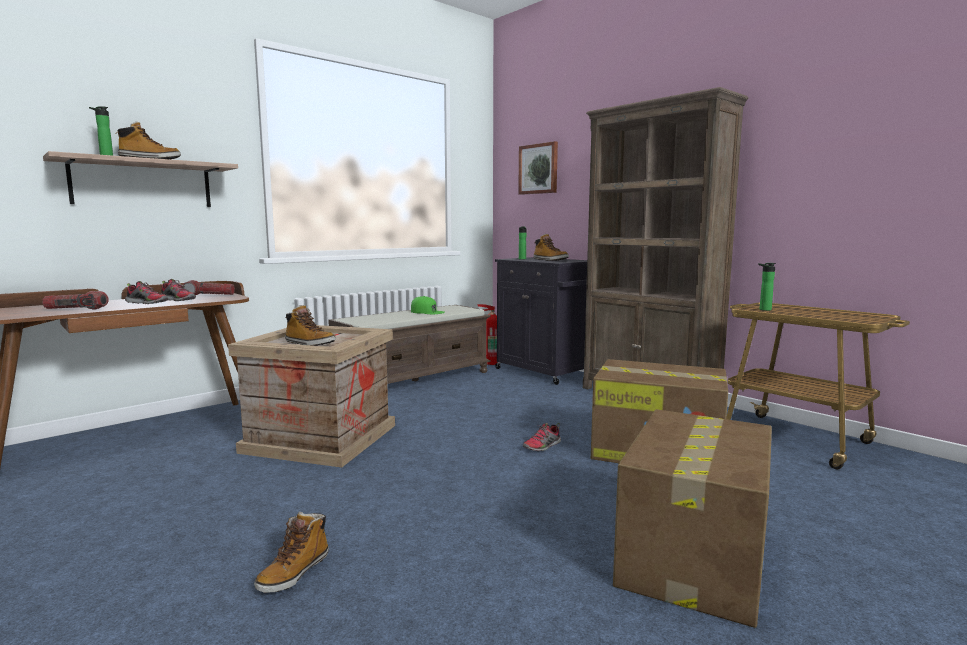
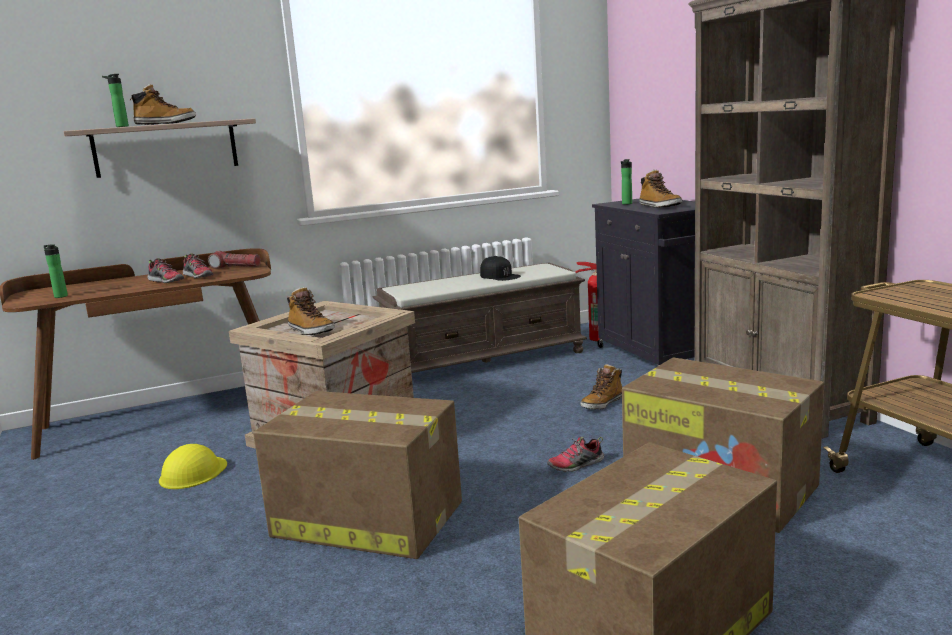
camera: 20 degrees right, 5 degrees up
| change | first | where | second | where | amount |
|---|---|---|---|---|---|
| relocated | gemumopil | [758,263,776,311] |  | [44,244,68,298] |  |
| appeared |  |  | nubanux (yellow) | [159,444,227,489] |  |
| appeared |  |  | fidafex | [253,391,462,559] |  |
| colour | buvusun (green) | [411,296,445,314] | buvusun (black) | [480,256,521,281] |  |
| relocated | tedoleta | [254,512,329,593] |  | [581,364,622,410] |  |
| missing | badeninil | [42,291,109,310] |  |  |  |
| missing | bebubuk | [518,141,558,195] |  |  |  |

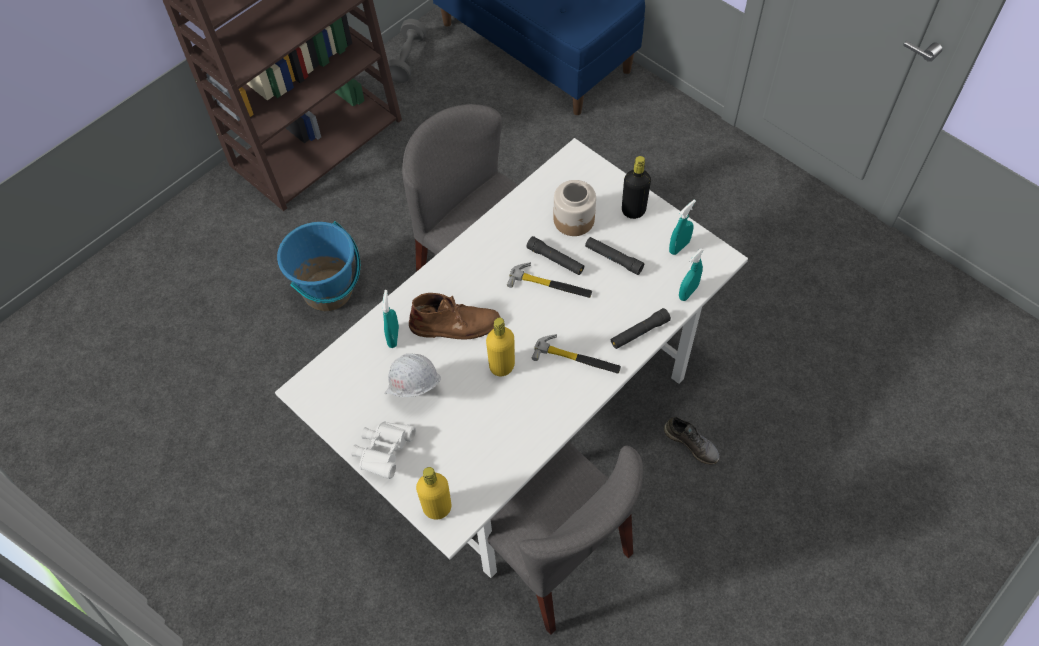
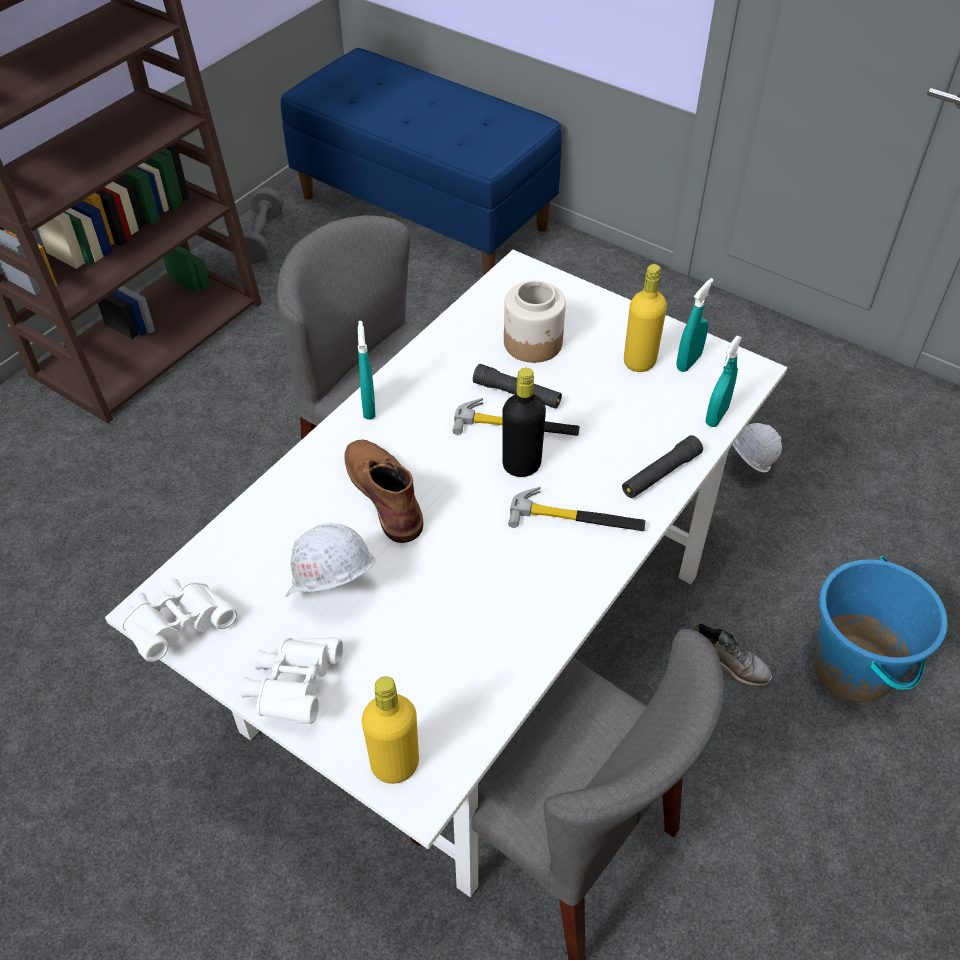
camera: 10 degrees left, 10 degrees down
| change | first | where | second | where | amount |
|---|---|---|---|---|---|
| appeared |  |  | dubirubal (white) | [122,579,237,662] |  |
| spun | tedoleta (brown) | [409,293,500,339] |  | [345,440,423,543] | 105 degrees counterclockwise |
| relocated | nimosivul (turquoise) | [382,290,399,348] |  | [358,321,376,420] |  |
| relocated | gemumopil (black) | [622,156,651,219] |  | [502,368,546,477] |  |
| relocated | gemumopil (yellow) | [486,318,515,376] |  | [624,264,667,372] |  |
| appeared |  |  | nubanux (white) | [732,423,782,473] |  |
| relocated | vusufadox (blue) | [277,221,360,311] |  | [814,556,948,703] |  |
| missing | badeninil (black) | [585,237,644,275] |  |  |  |

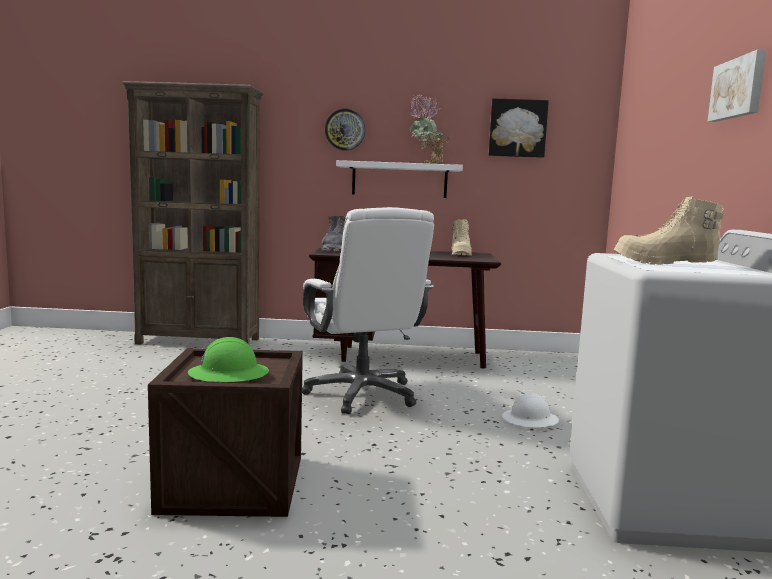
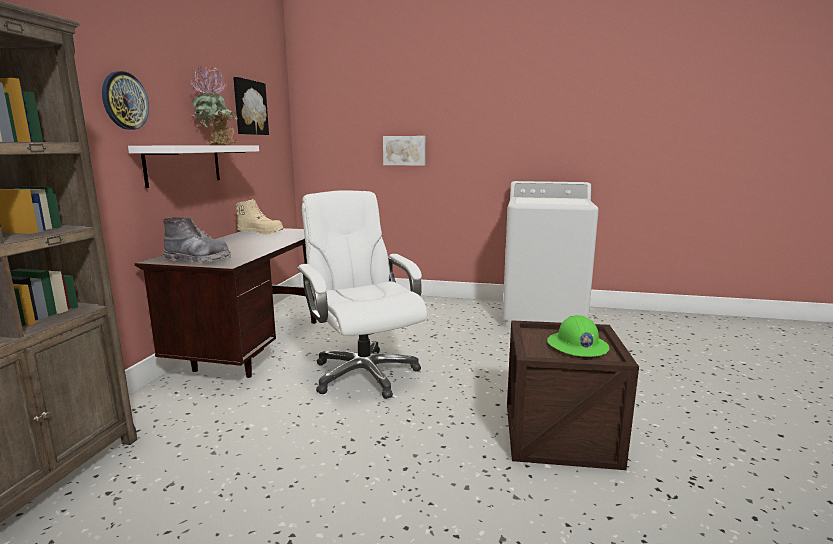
camera: 80 degrees left, 5 degrees up
| change | first | where | second | where | amount |
|---|---|---|---|---|---|
| spun | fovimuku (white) | [302,207,434,414] |  | [297,190,427,399] | 105 degrees counterclockwise |
| relocated | bebubuk | [708,50,766,122] |  | [383,136,426,166] |  |
| missing | nubanux (white) | [502,393,559,428] |  |  |  |
| missing | tedoleta (beige) | [613,196,724,265] |  |  |  |

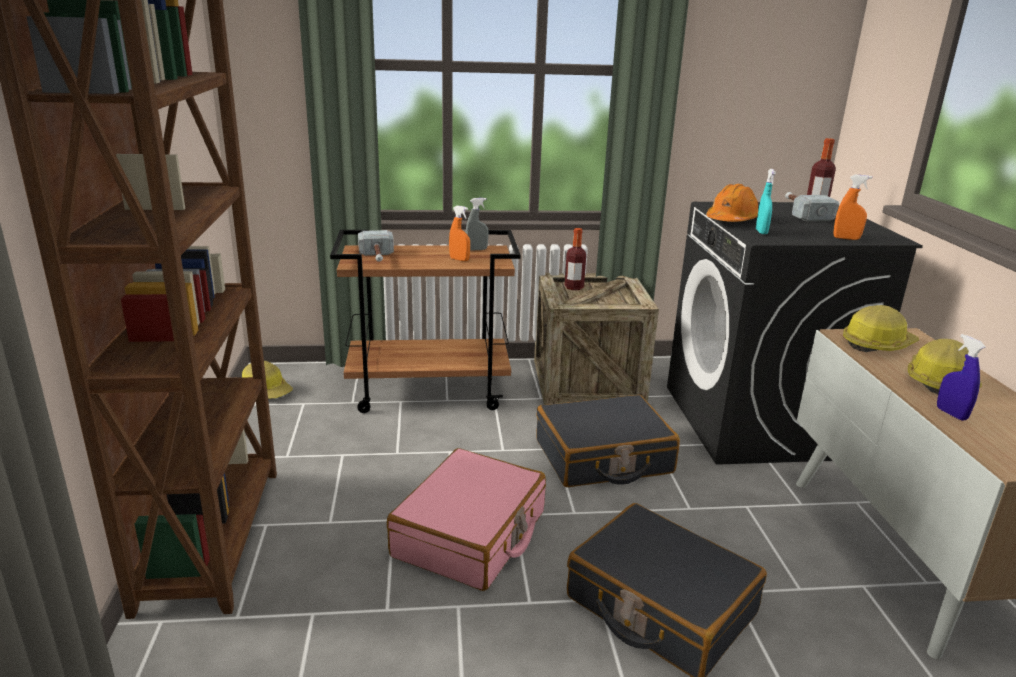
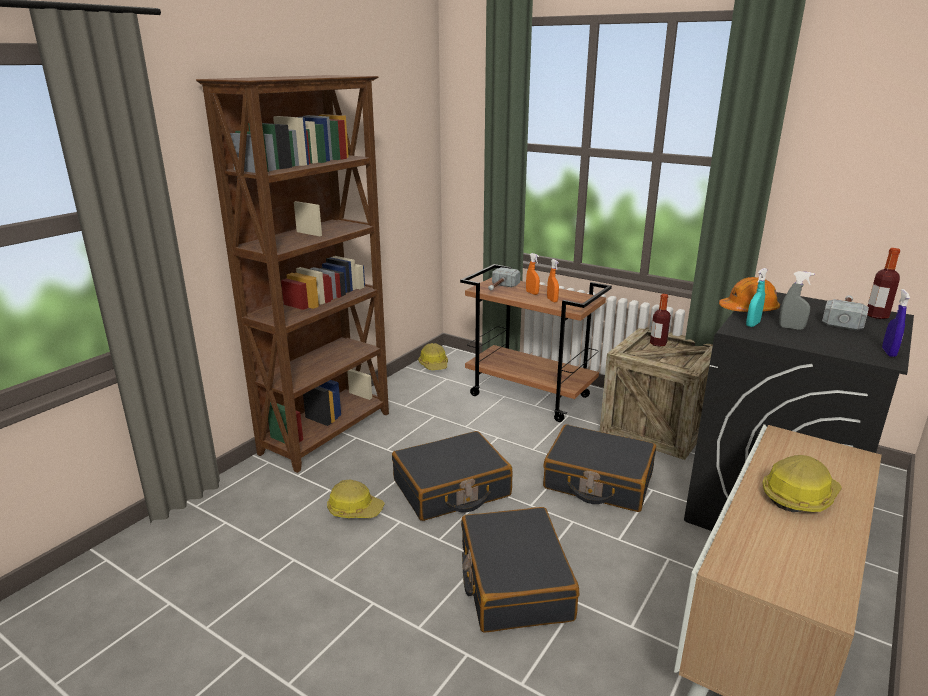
camera: 40 degrees right, 0 degrees up
| change | first | where | second | where | amount |
|---|---|---|---|---|---|
| relocated | nubanux | [843,305,919,352] |  | [327,480,385,518] |  |
| colour | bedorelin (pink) | [387,448,546,591] | bedorelin (black) | [392,431,512,521] |  |
| relocated | nimosivul (orange) | [833,175,872,240] |  | [526,253,540,295] |  |
| relocated | nimosivul (grey) | [466,198,489,251] |  | [779,271,814,330] |  |
| relocated | nimosivul (blue) | [937,334,986,421] |  | [882,289,910,357] |  |

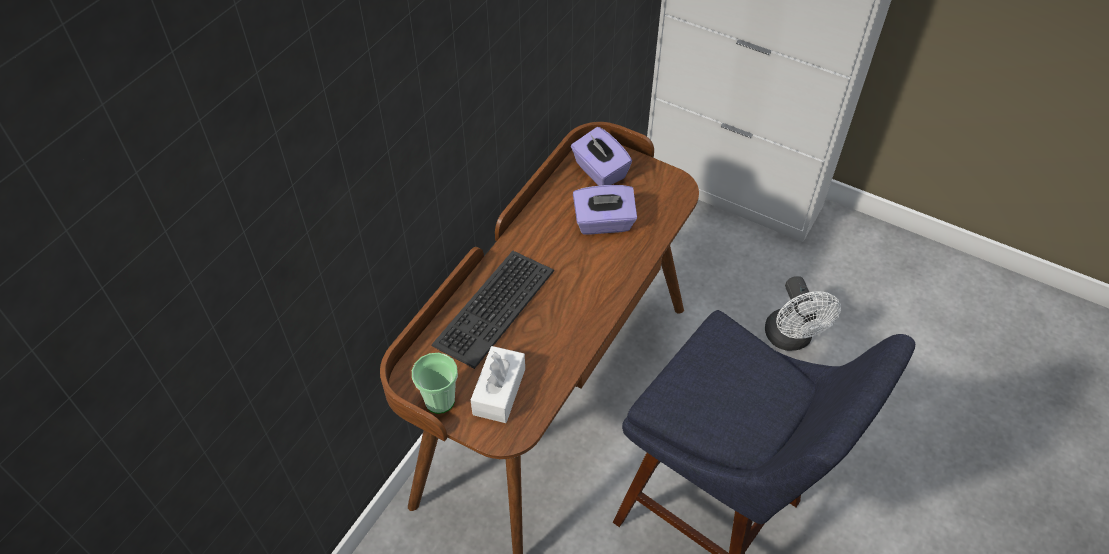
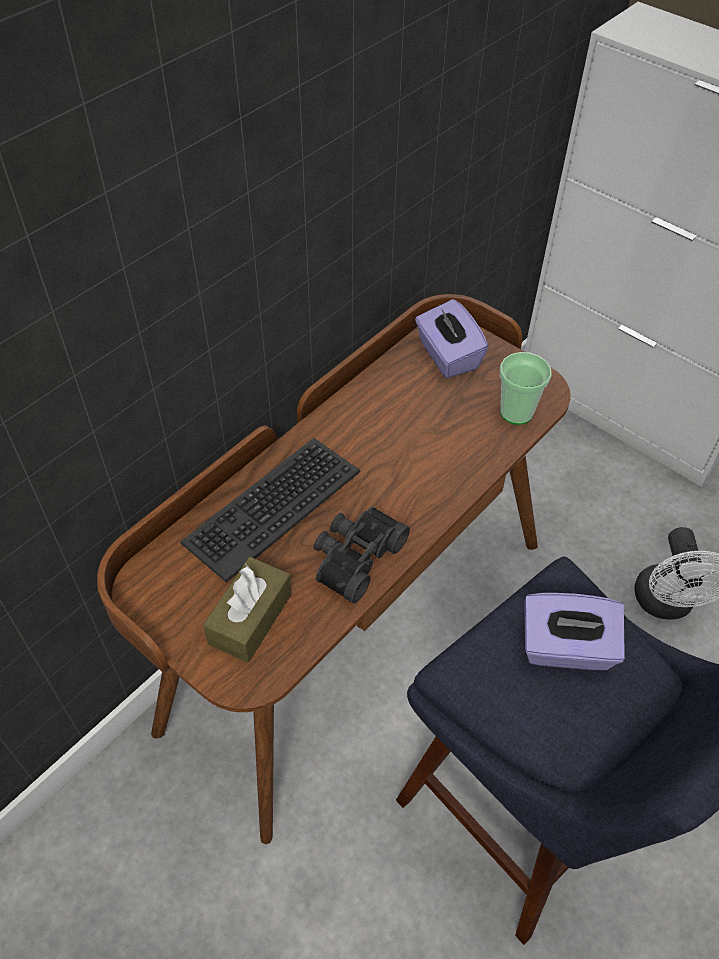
camera: 10 degrees right, 0 degrees up
| change | first | where | second | where | amount |
|---|---|---|---|---|---|
| colour | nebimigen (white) | [471,346,525,423] | nebimigen (brown) | [203,557,292,663] |  |
| appeared |  |  | dubirubal (black) | [314,507,410,604] |  |
| relocated | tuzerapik | [412,353,458,414] |  | [500,352,552,425] |  |
| relocated | nebimigen (purple) | [573,185,637,235] |  | [524,593,625,670] |  |

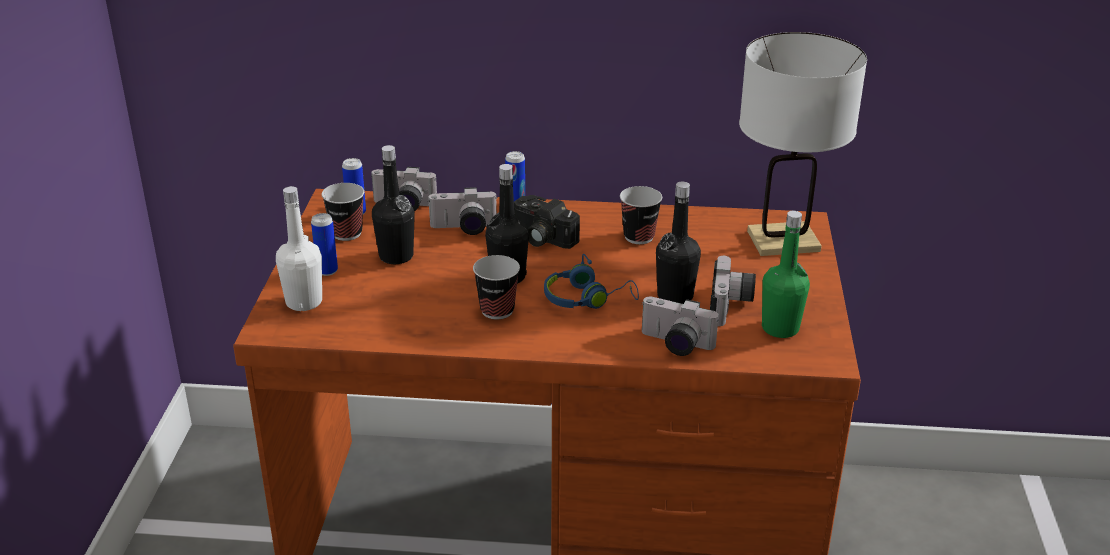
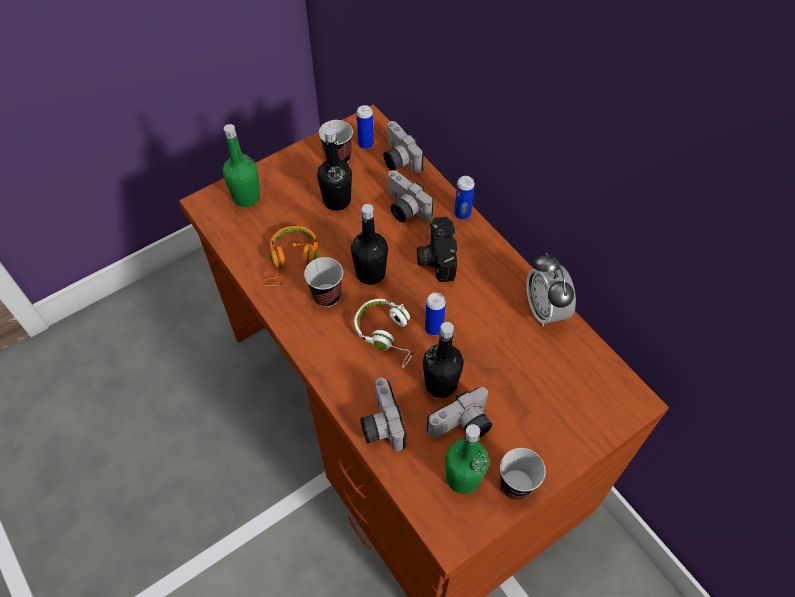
camera: 50 degrees right, 25 degrees up
| change | first | where | second | where | amount |
|---|---|---|---|---|---|
| colour | gemumopil (white) | [276,186,322,311] | gemumopil (green) | [222,124,260,207] |  |
| appeared |  |  | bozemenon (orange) | [263,226,318,286] |  |
| colour | bozemenon (blue) | [544,254,639,309] | bozemenon (white) | [354,299,415,368] |  |
| relocated | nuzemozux | [311,213,338,276] |  | [425,293,446,335] |  |
| relocated | tuzerapik | [620,186,662,244] |  | [500,448,546,500] |  |
| appeared |  |  | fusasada | [526,253,576,326] |  |
| missing | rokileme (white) | [739,32,867,256] |  |  |  |

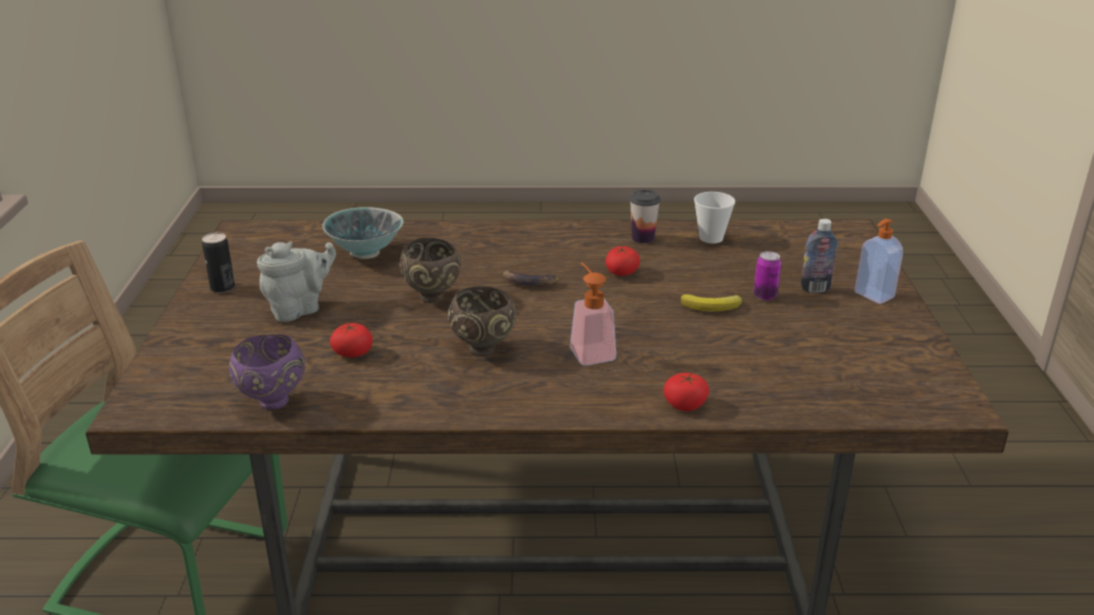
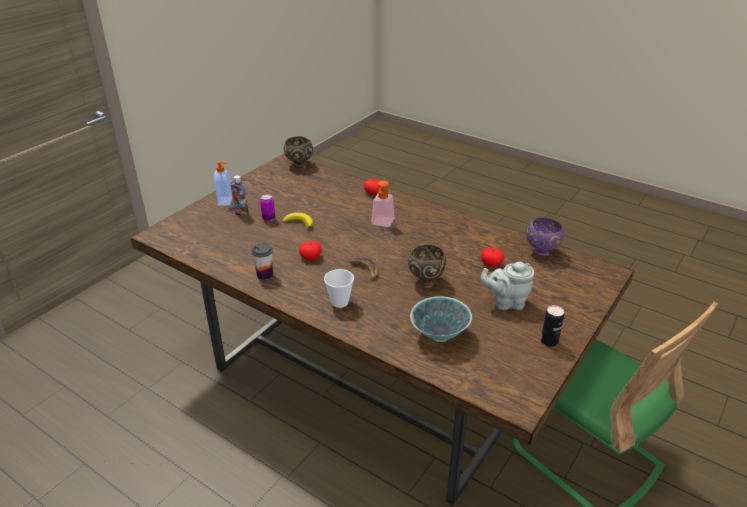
camera: 145 degrees left, 5 degrees up
| change | first | where | second | where | amount |
|---|---|---|---|---|---|
| relocated | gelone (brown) | [448,286,516,356] |  | [283,136,313,168] |  |
| relocated | tuzerapik | [694,192,735,244] |  | [324,269,354,308] |  |

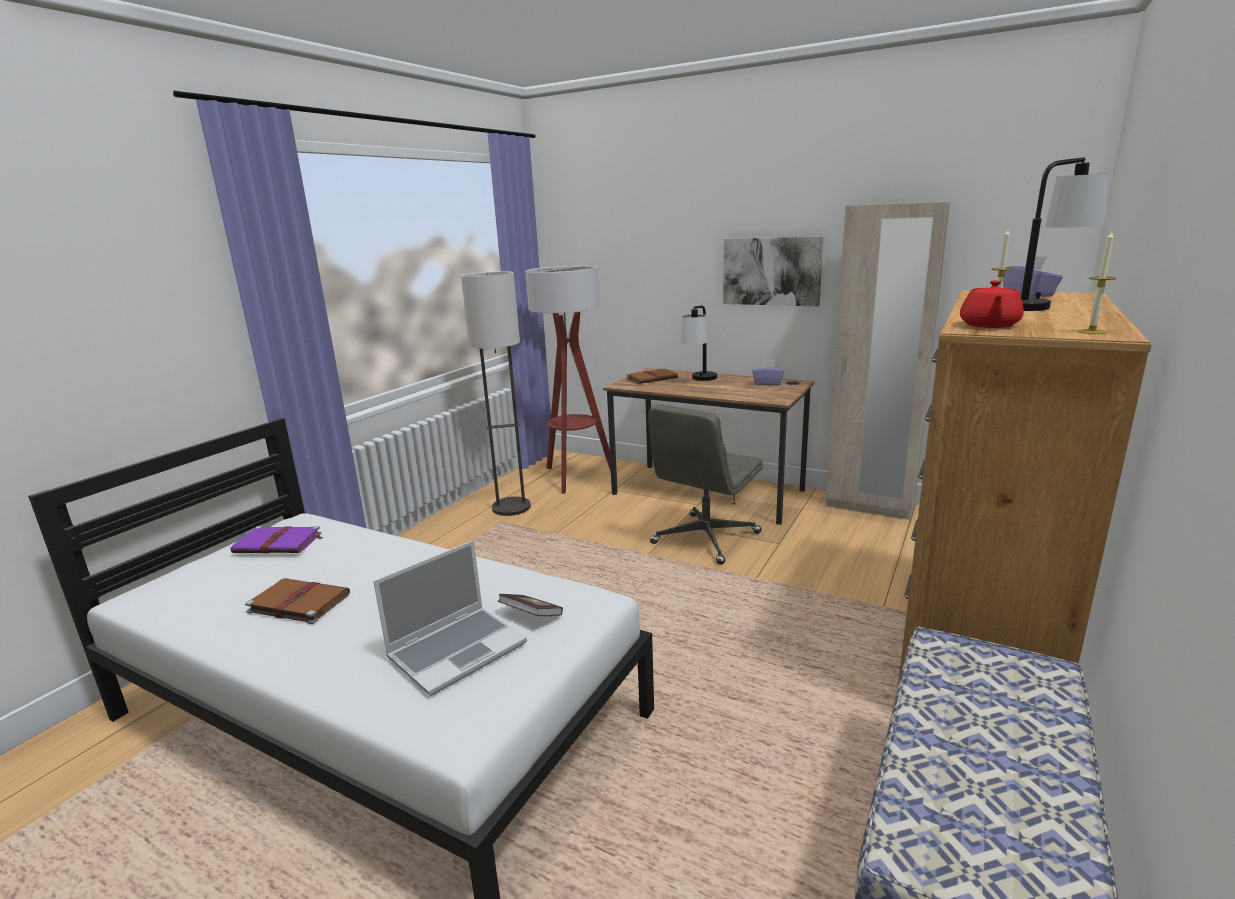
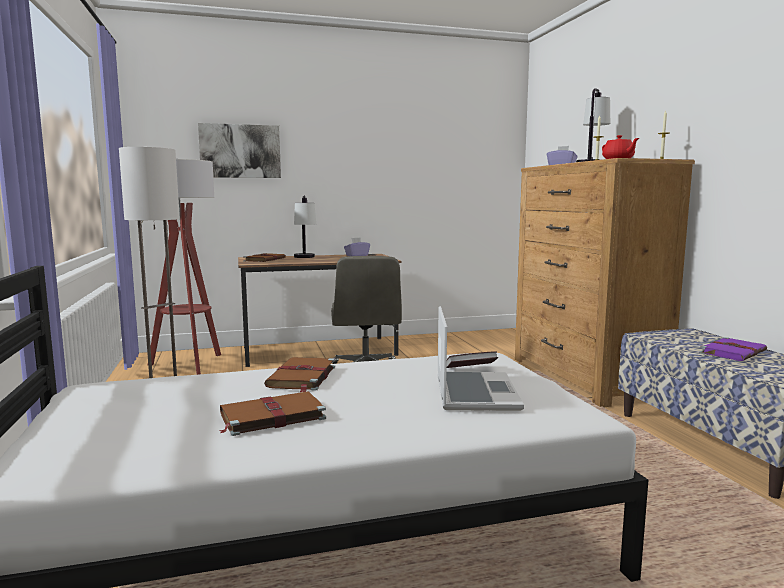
camera: 45 degrees left, 10 degrees down
| change | first | where | second | where | amount |
|---|---|---|---|---|---|
| relocated | bebubuk | [723,236,824,307] |  | [198,123,281,178] |  |
| appeared |  |  | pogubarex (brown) | [264,357,335,392] |  |
| relocated | pogubarex (purple) | [231,526,323,553] |  | [699,337,767,361] |  |
| missing | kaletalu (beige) | [825,201,950,520] |  |  |  |

